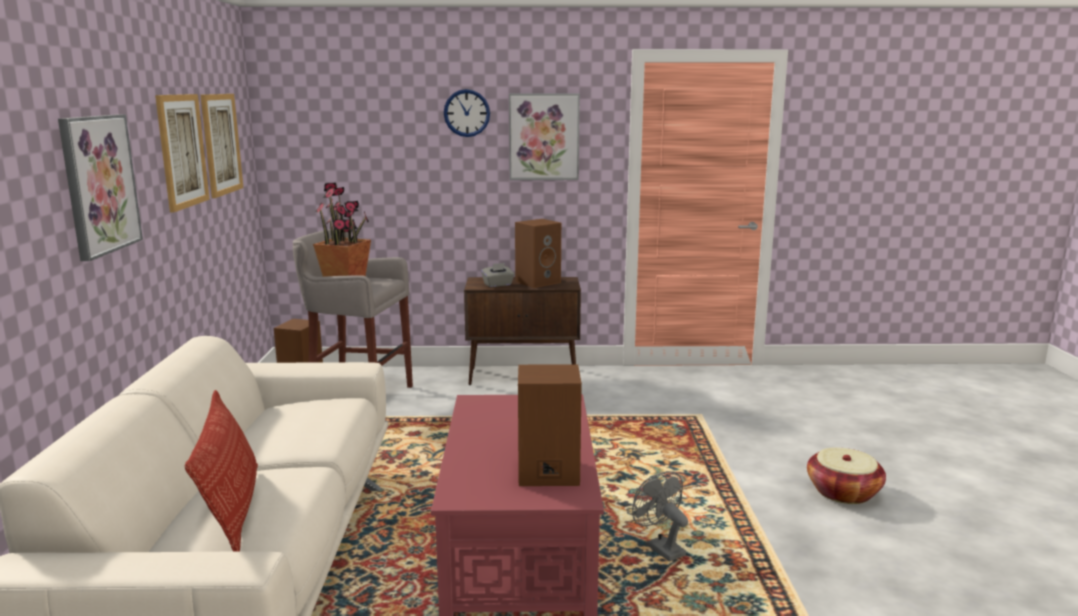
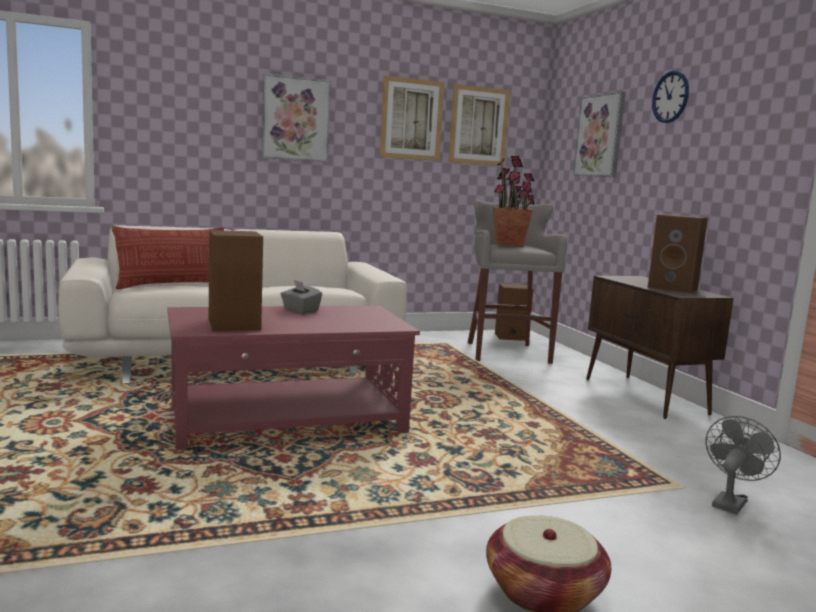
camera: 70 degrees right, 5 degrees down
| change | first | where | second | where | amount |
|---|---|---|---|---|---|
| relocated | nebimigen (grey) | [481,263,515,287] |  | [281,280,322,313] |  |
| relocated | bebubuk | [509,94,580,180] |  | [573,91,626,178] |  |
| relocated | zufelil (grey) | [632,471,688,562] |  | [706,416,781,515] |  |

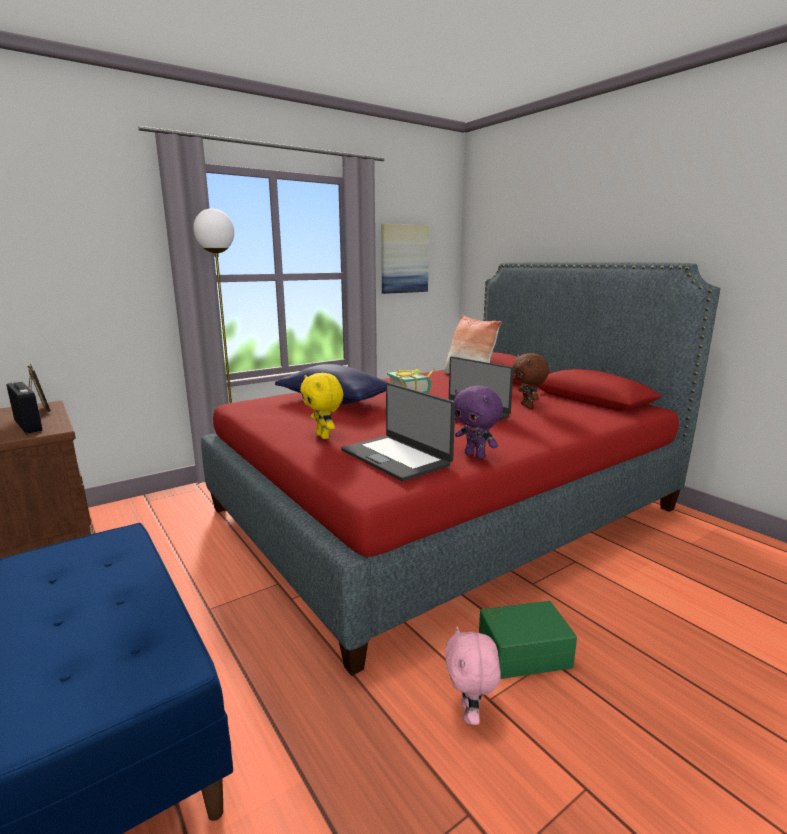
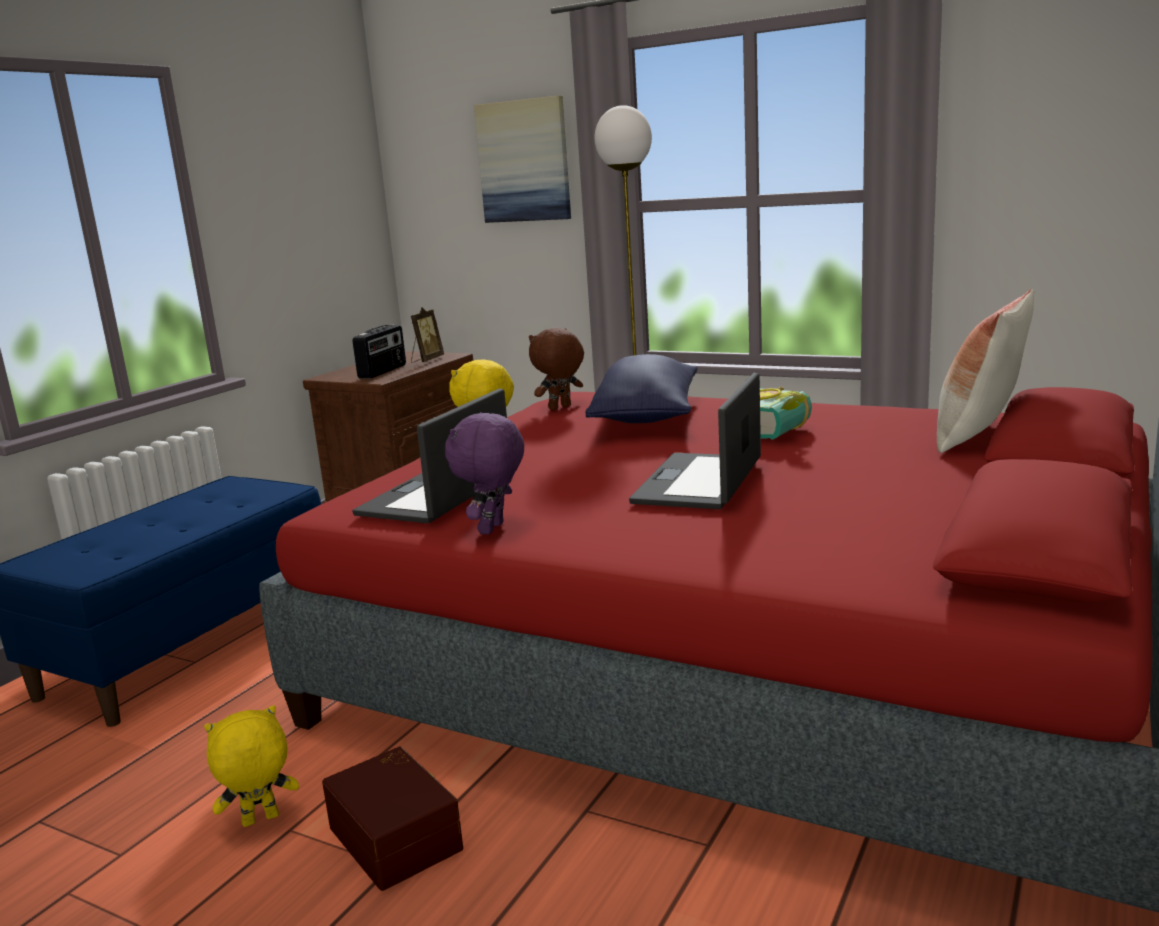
camera: 65 degrees right, 0 degrees up
| change | first | where | second | where | amount |
|---|---|---|---|---|---|
| colour | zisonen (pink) | [445,626,501,725] | zisonen (yellow) | [204,705,299,827] |  |
| colour | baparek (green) | [479,601,577,679] | baparek (brown) | [322,747,463,891] |  |
| relocated | bebubuk | [381,224,429,294] |  | [474,96,571,223] |  |
| relocated | zisonen (brown) | [513,353,549,408] |  | [529,328,584,410] |  |

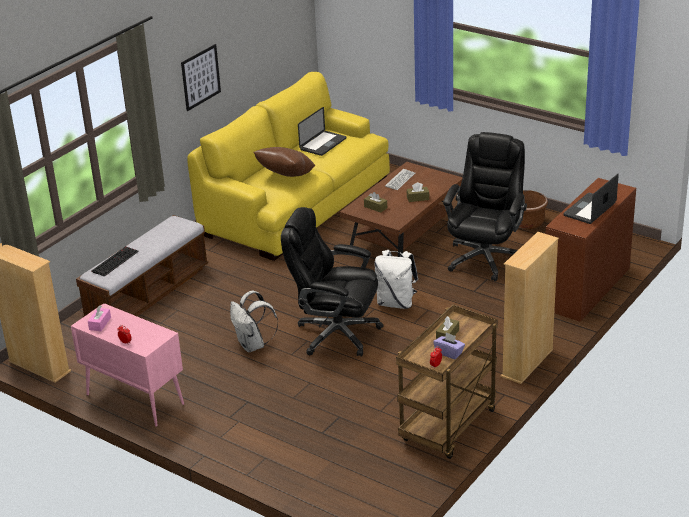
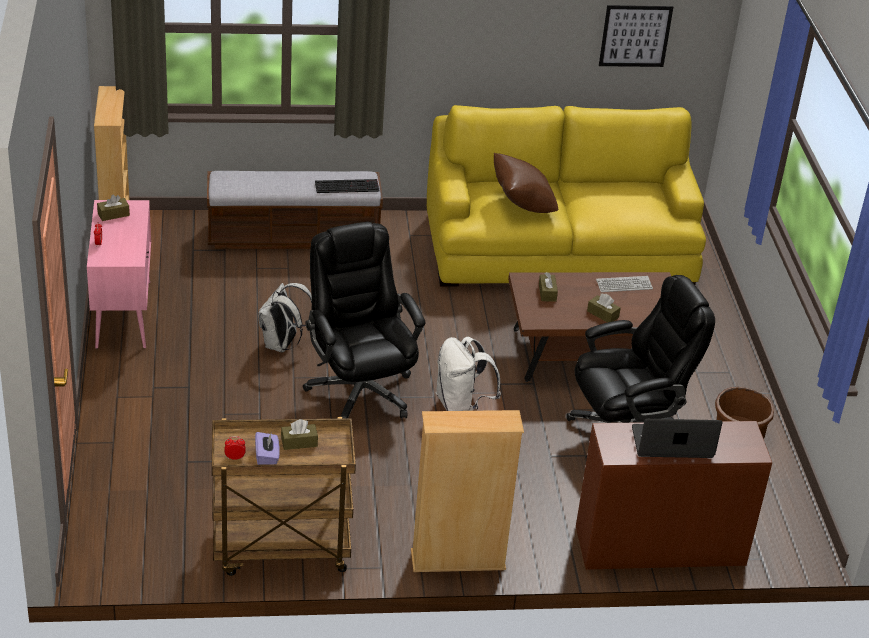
camera: 45 degrees right, 5 degrees up
| change | first | where | second | where | amount |
|---|---|---|---|---|---|
| colour | nebimigen (pink) | [88,305,111,331] | nebimigen (brown) | [97,195,130,221] |  |
| relocated | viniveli | [91,246,139,277] |  | [315,179,380,193] |  |
| relocated | bebubuk | [181,44,221,111] |  | [599,5,673,67] |  |
| missing | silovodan | [298,107,346,156] |  |  |  |

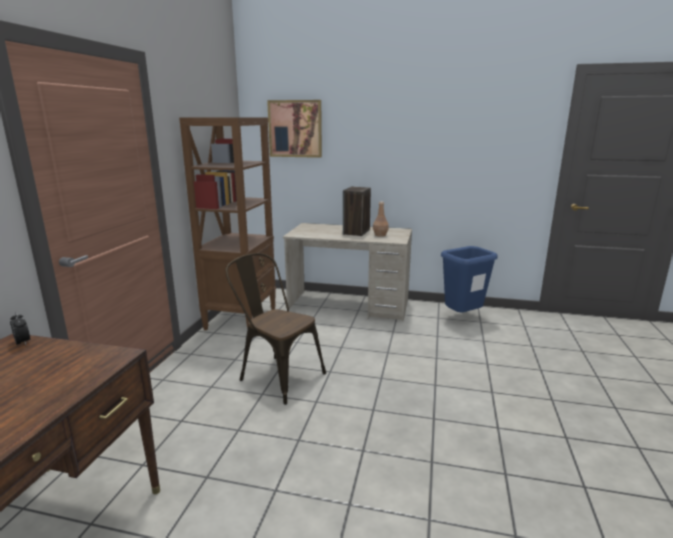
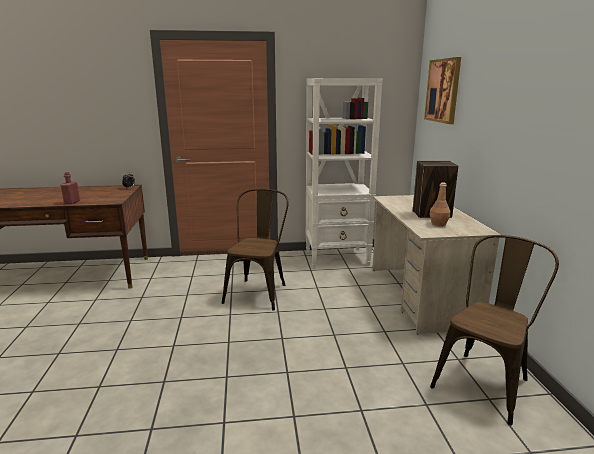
camera: 70 degrees right, 0 degrees up
| change | first | where | second | where | amount |
|---|---|---|---|---|---|
| appeared |  |  | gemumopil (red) | [61,172,80,204] |  |
| colour | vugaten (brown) | [179,117,276,330] | vugaten (white) | [306,78,383,268] |  |
| exchanged | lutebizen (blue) | [441,246,498,313] | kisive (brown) | [430,235,559,426] |  |

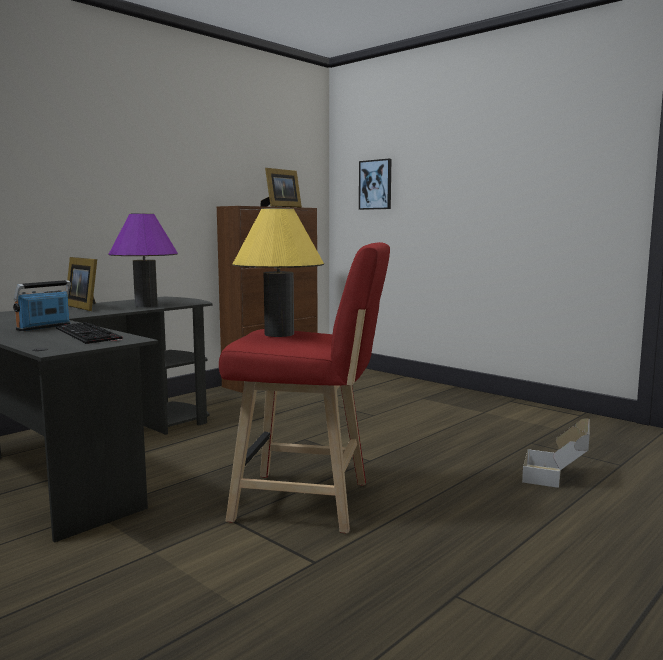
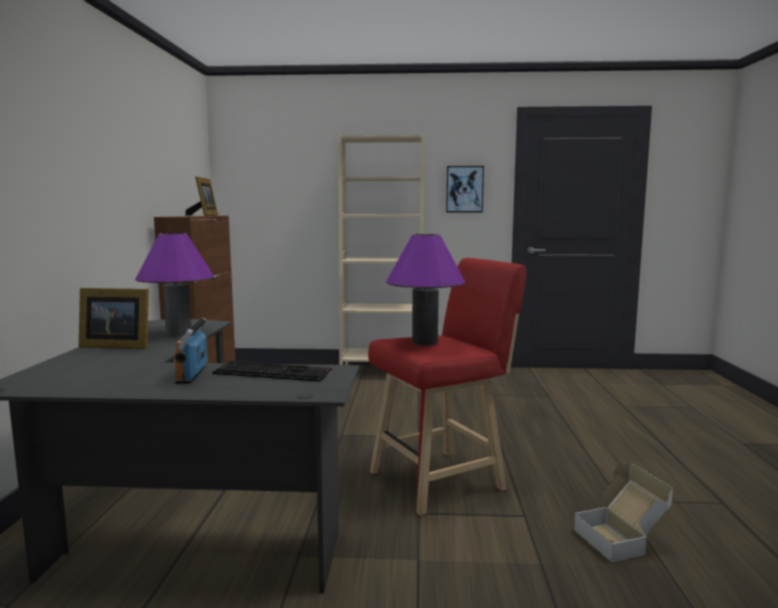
camera: 40 degrees left, 0 degrees up
| change | first | where | second | where | amount |
|---|---|---|---|---|---|
| appeared |  |  | vugaten (beige) | [338,134,424,365] |  |
| colour | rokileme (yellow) | [232,208,324,337] | rokileme (purple) | [386,234,465,346] |  |
| relocated | bebubuk | [359,159,391,210] |  | [446,166,484,212] |  |
| relocated | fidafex | [522,418,590,488] |  | [574,463,673,562] |  |

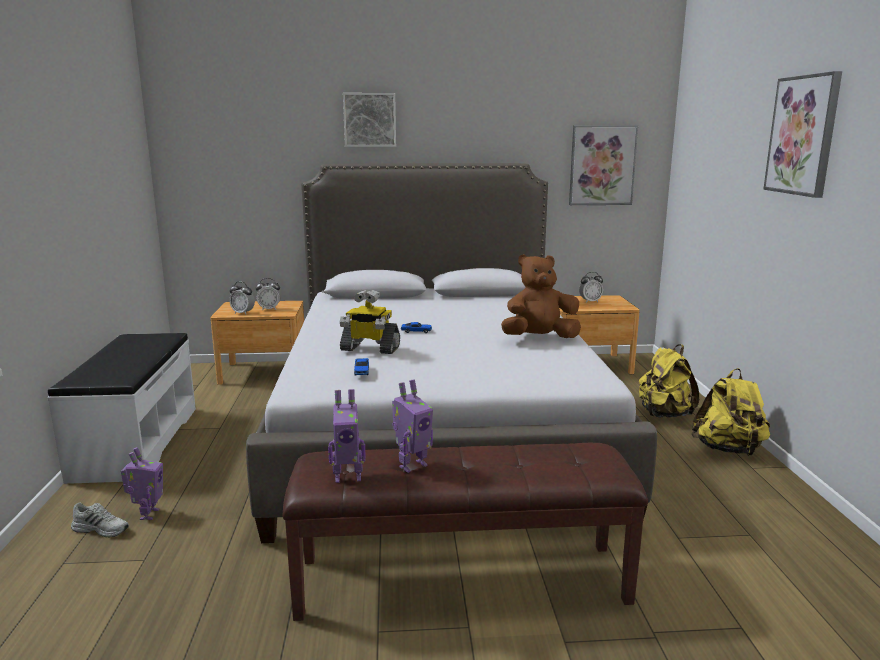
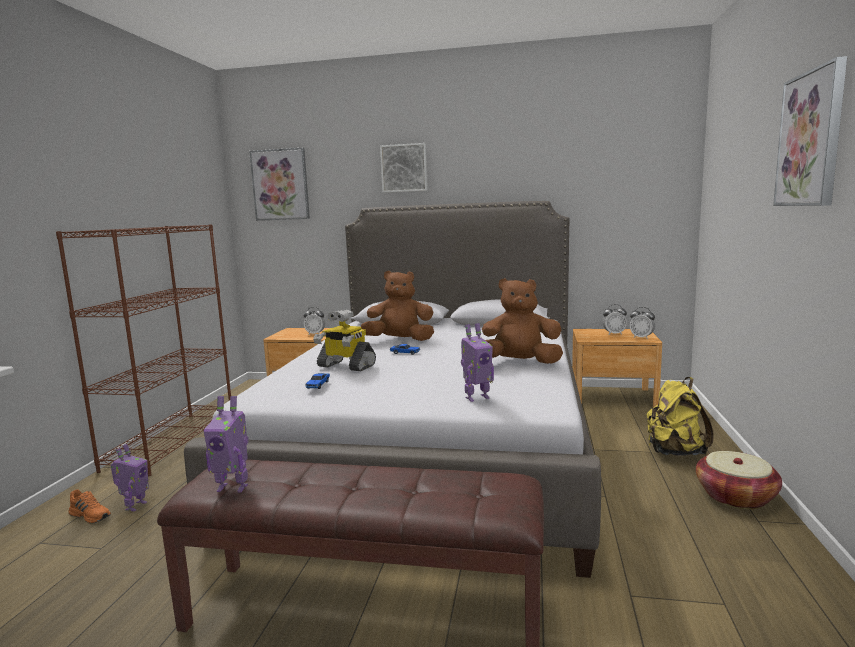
camera: 15 degrees right, 5 degrees down
| change | first | where | second | where | amount |
|---|---|---|---|---|---|
| exchanged | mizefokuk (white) | [47,333,196,484] | vugaten (brown) | [56,224,231,476] |  |
| colour | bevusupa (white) | [71,502,129,538] | bevusupa (orange) | [68,489,111,524] |  |
| relocated | bebubuk | [569,125,638,205] |  | [249,148,310,221] |  |
| appeared |  |  | zisonen (brown) | [361,271,434,341] |  |
| relocated | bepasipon | [392,379,433,473] |  | [461,323,494,402] |  |
| relocated | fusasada | [229,282,255,314] |  | [630,307,655,339] |  |
| exchanged | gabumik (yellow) | [691,368,770,456] | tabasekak | [696,451,782,509] |  |

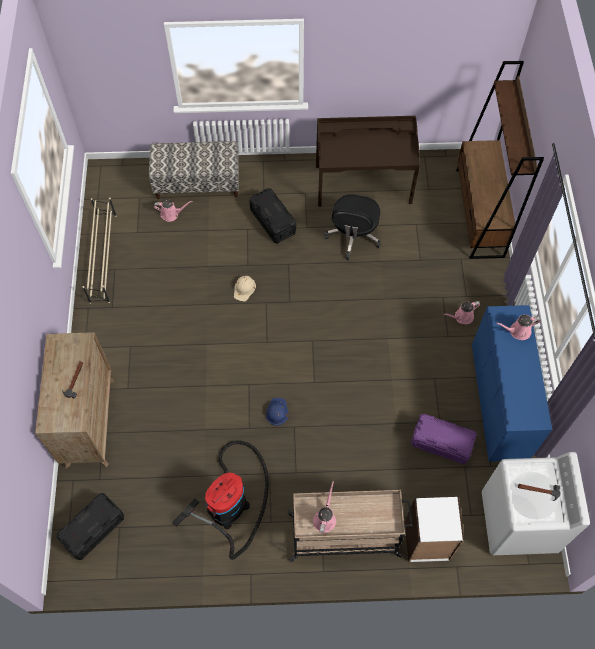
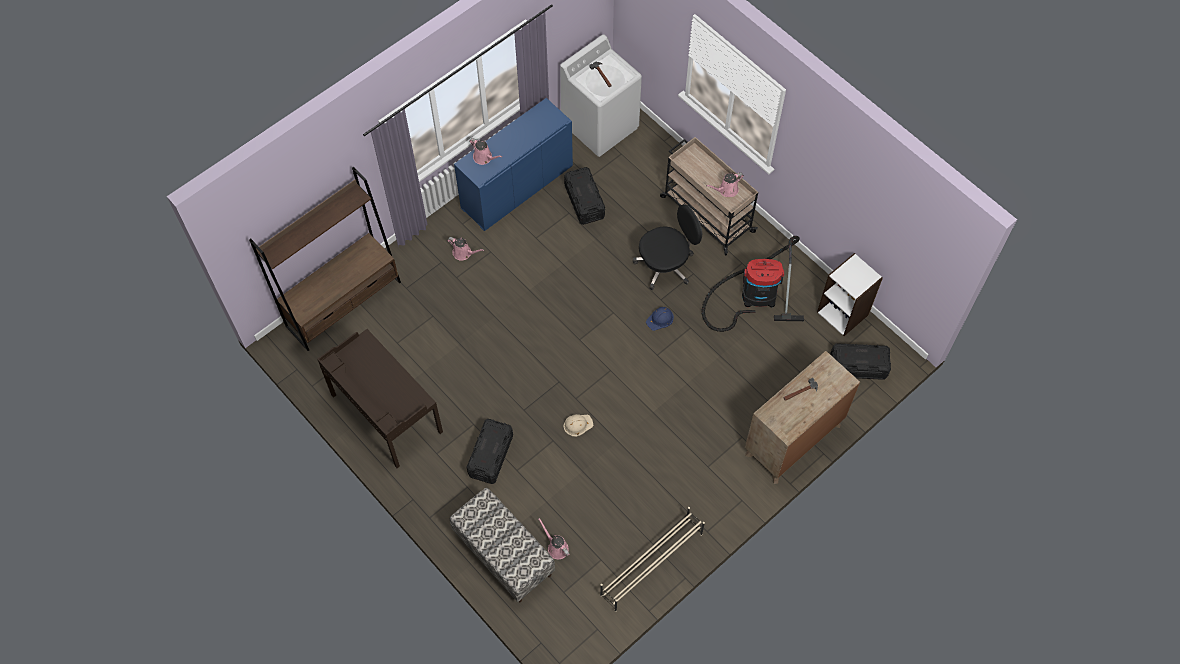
camera: 130 degrees left, 0 degrees up
| change | first | where | second | where | amount |
|---|---|---|---|---|---|
| colour | baparek (purple) | [411,414,477,464] | baparek (black) | [564,167,605,225] |  |
| relocated | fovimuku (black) | [324,194,381,260] |  | [633,204,702,291] |  |
| relocated | vugaten (white) | [405,497,464,562] |  | [817,253,883,336] |  |

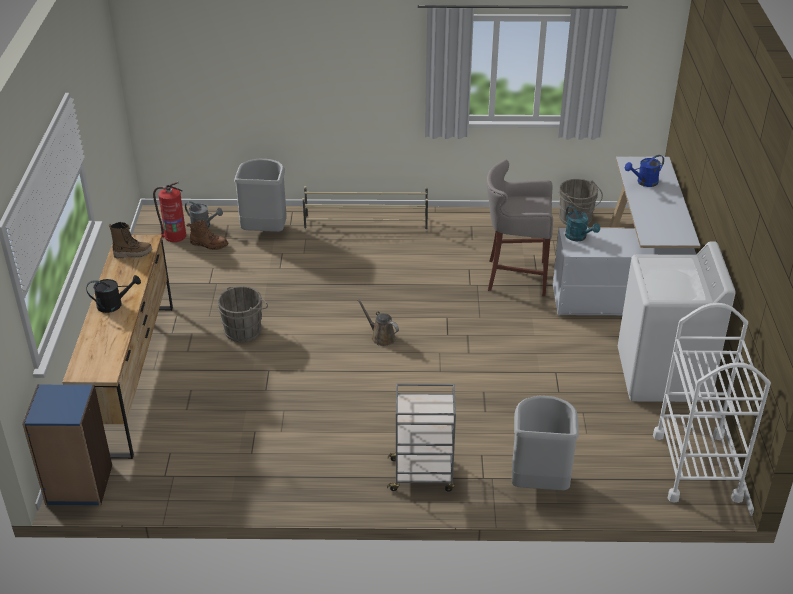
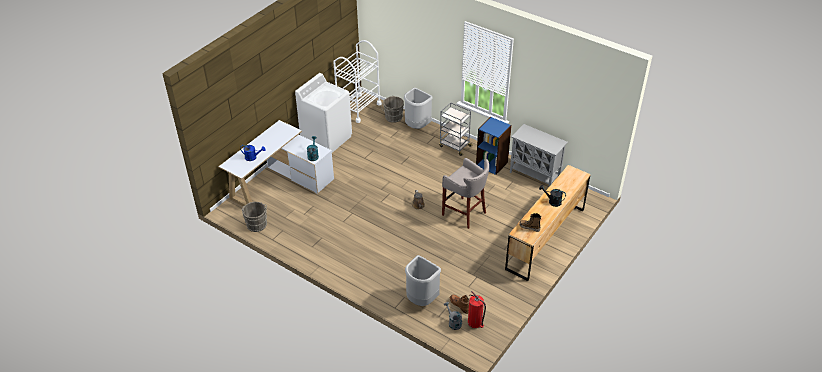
camera: 145 degrees left, 5 degrees up
| change | first | where | second | where | amount |
|---|---|---|---|---|---|
| relocated | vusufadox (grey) | [218,286,268,342] |  | [382,95,404,123] |  |
| relocated | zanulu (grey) | [487,159,553,296] |  | [442,158,489,229] |  |
| relocated | vugaten (blue) | [22,384,112,505] |  | [476,117,512,175] |  |
| appeared |  |  | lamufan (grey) | [510,124,568,187] |  |
| missing | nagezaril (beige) | [303,186,428,231] |  |  |  |

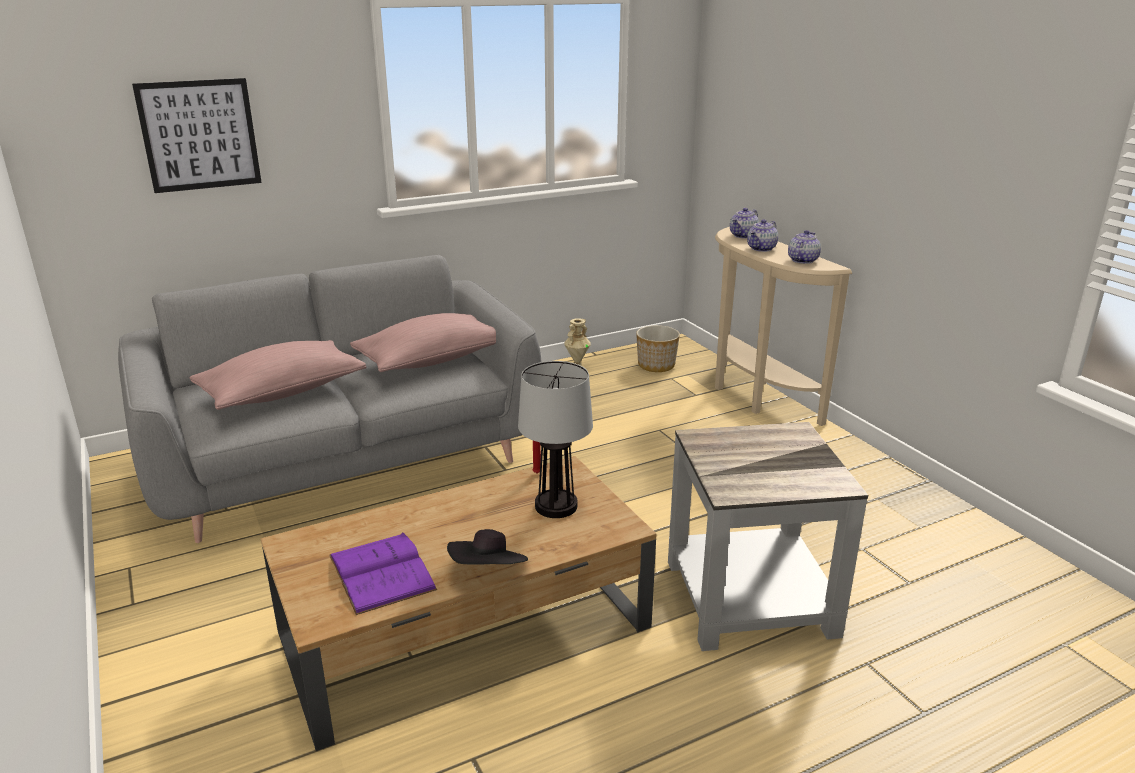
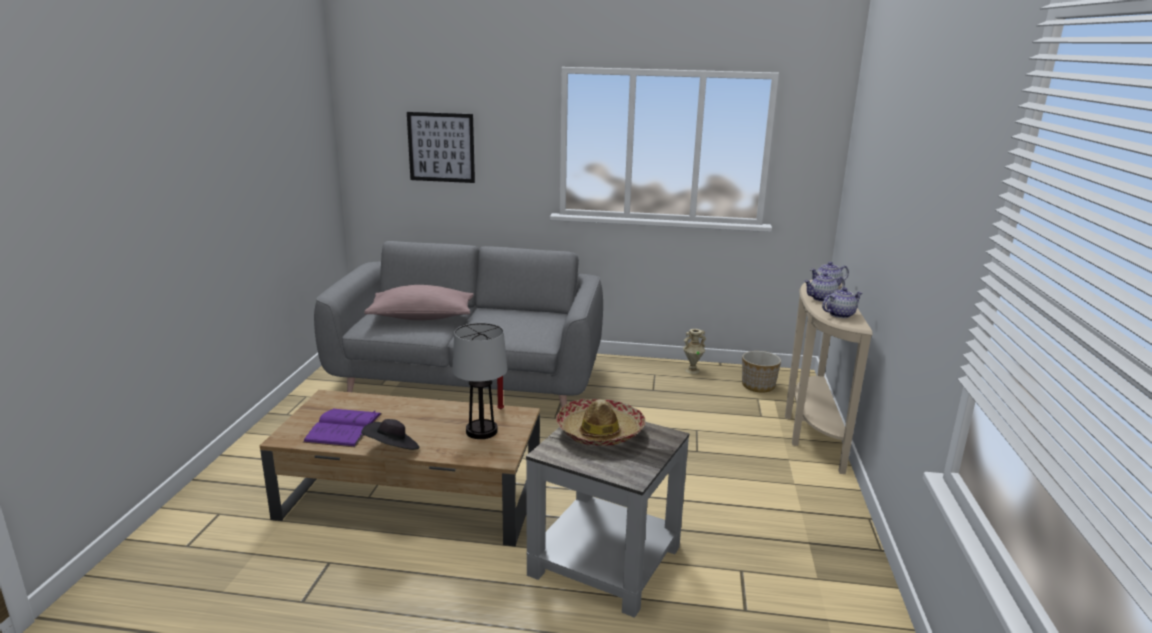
camera: 35 degrees right, 5 degrees down
| change | first | where | second | where | amount |
|---|---|---|---|---|---|
| appeared |  |  | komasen | [556,399,645,446] |  |
| missing | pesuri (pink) | [350,313,496,372] |  |  |  |

